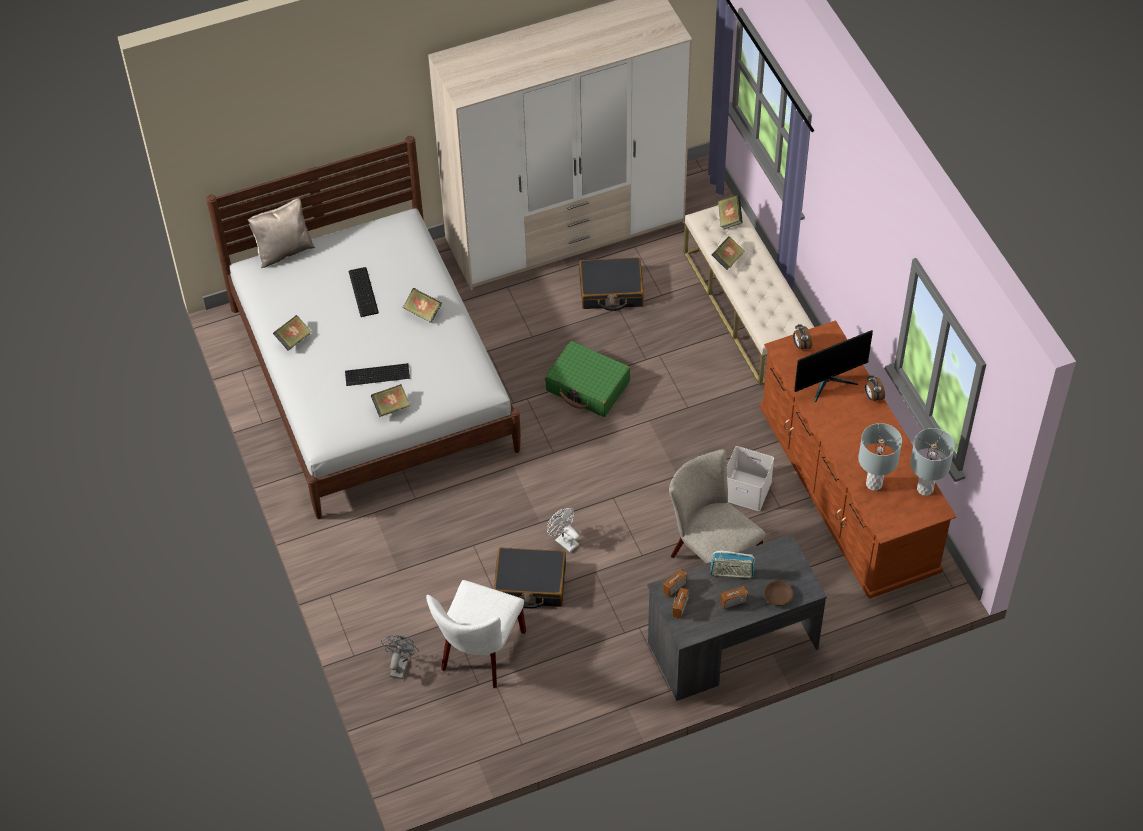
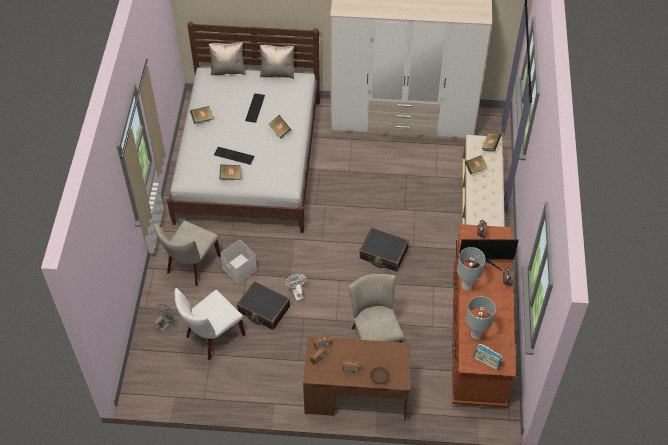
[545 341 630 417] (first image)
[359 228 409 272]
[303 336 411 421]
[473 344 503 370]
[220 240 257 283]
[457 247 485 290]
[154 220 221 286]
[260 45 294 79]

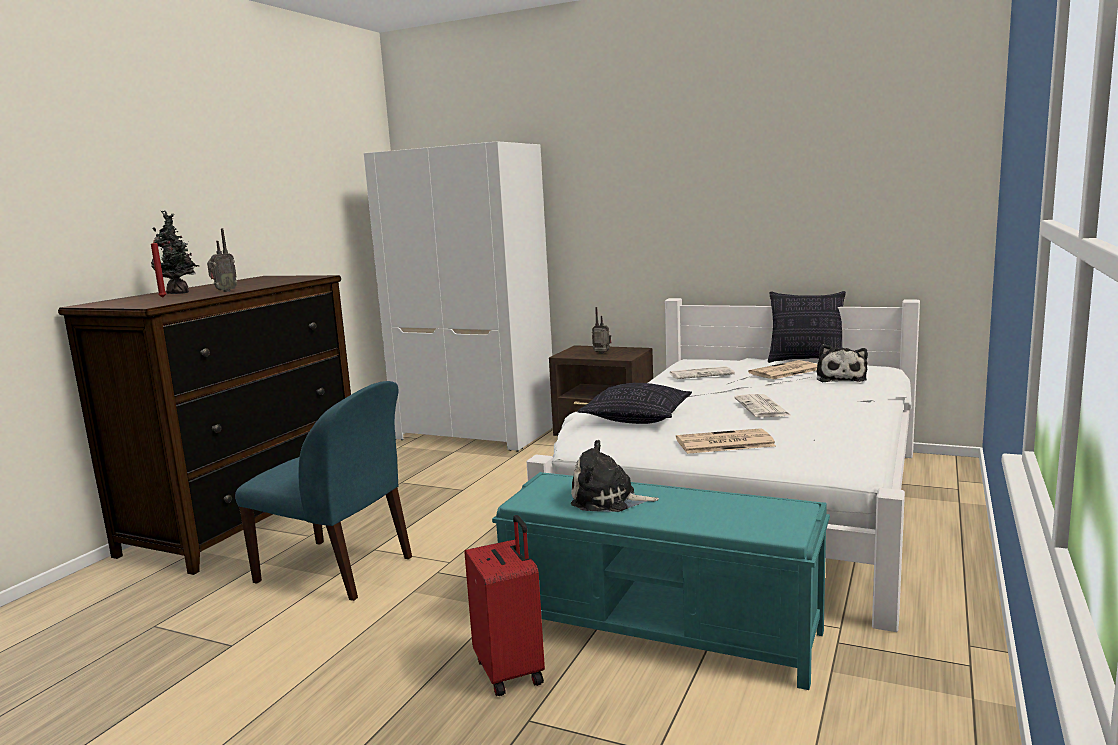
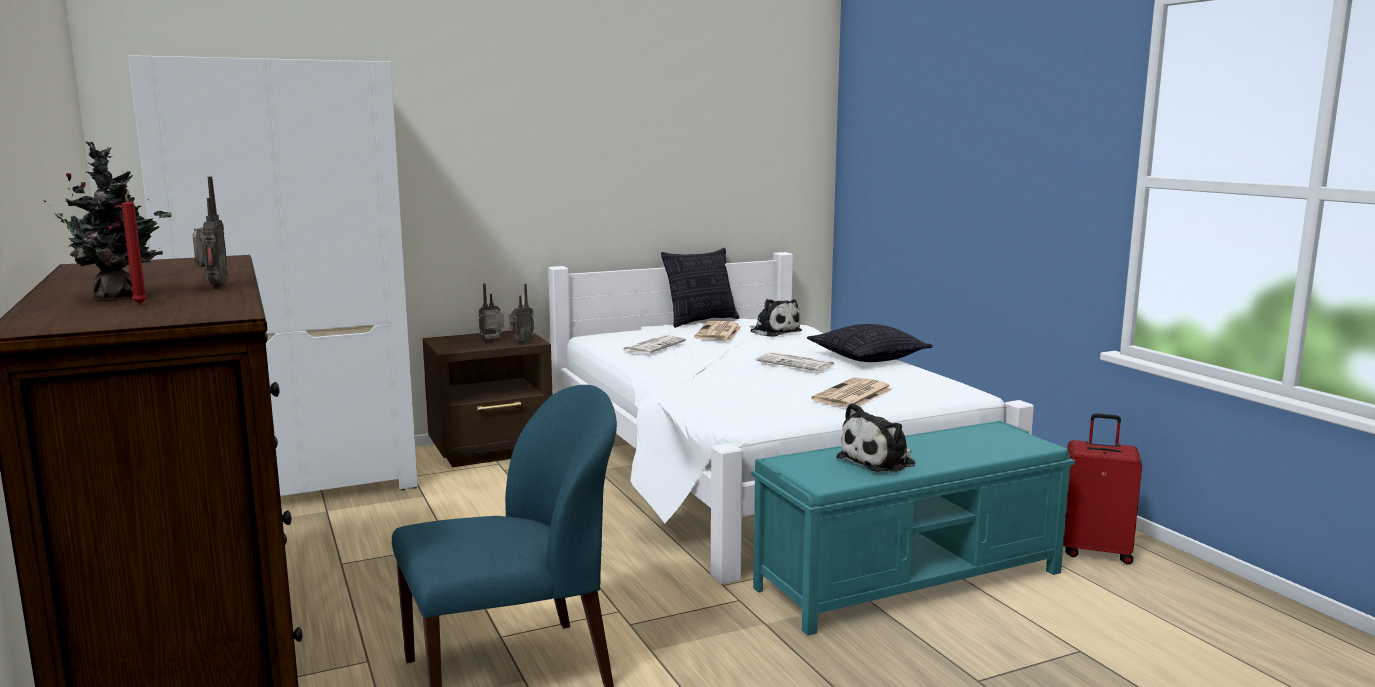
[1063 413 1142 565]
[807 324 933 362]
[509 284 534 344]

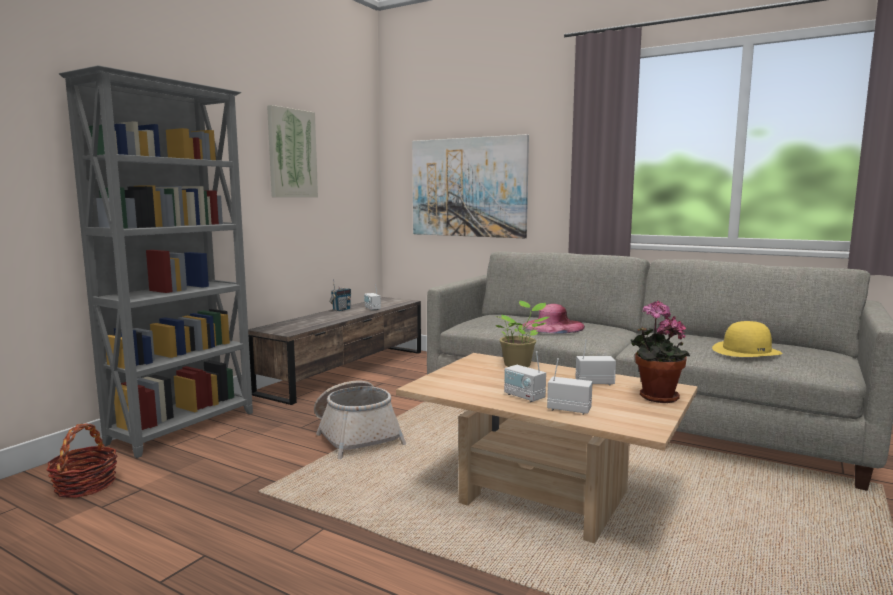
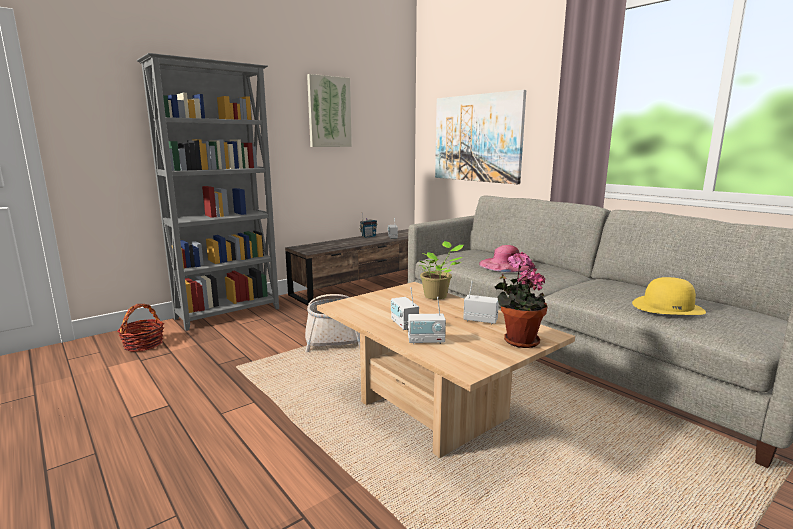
[408 297 446 344]

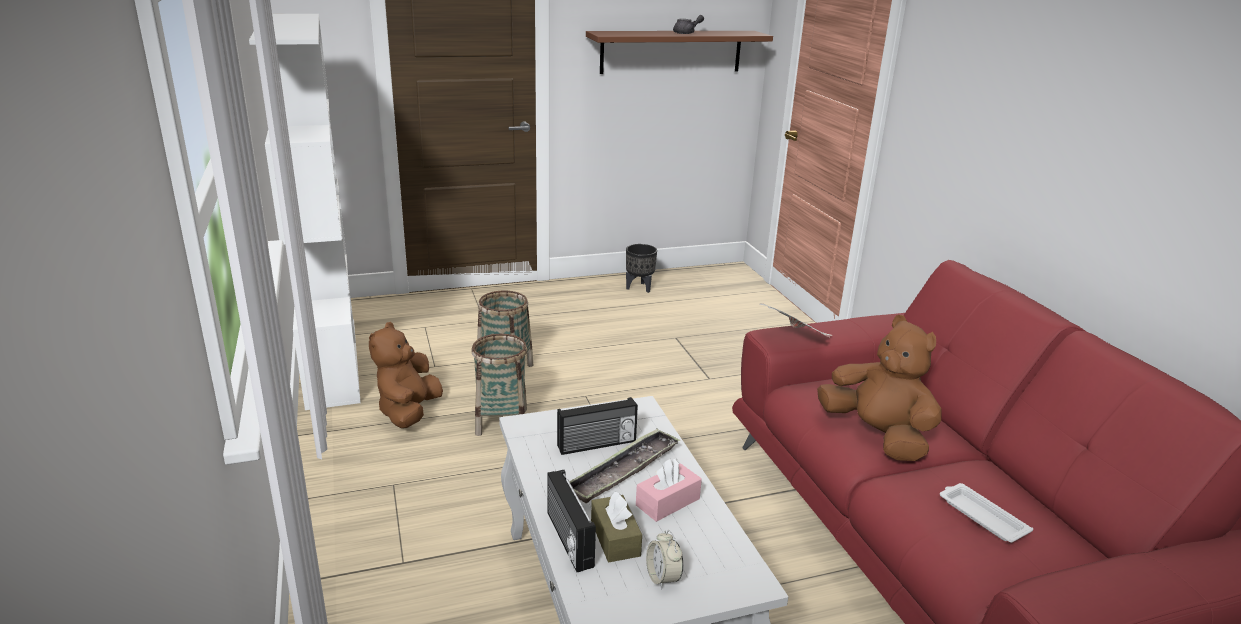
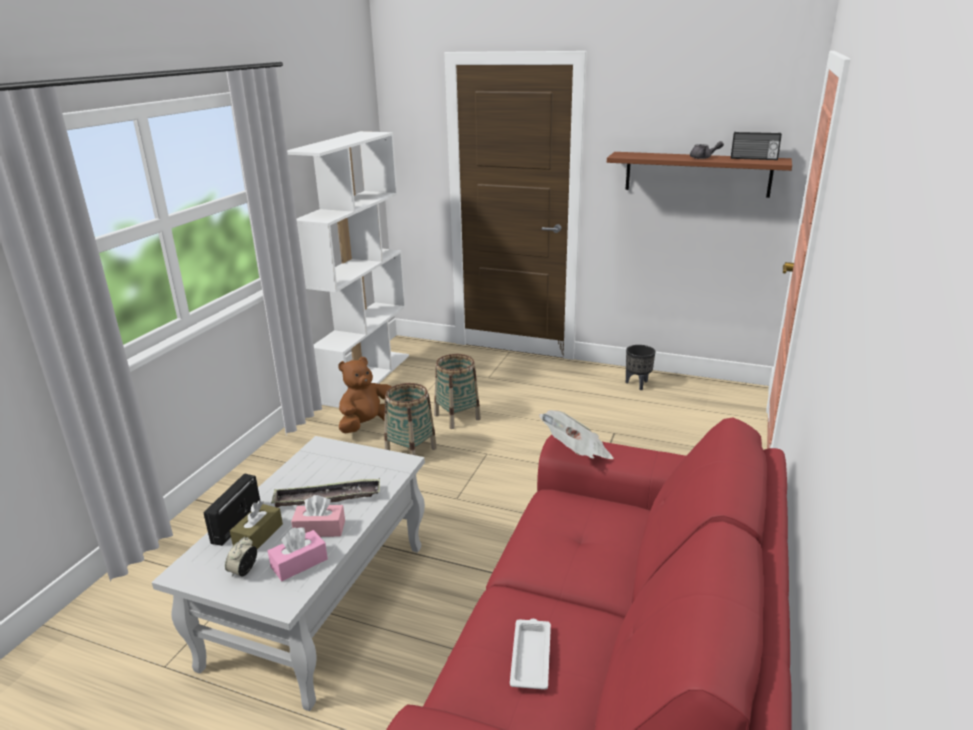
[731 132 782 160]
[817 315 942 461] (first image)
[268 527 328 581]

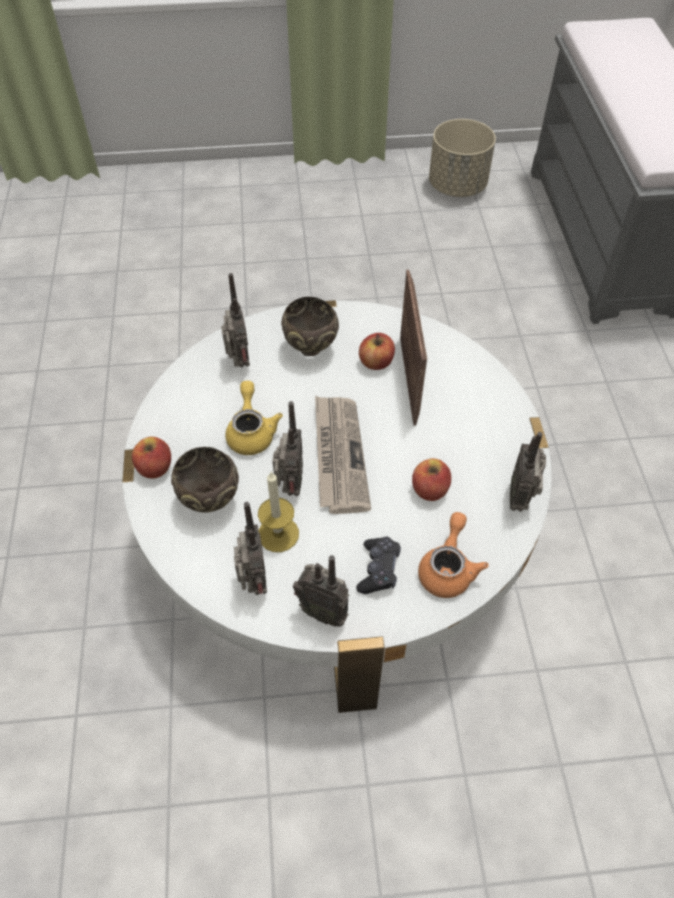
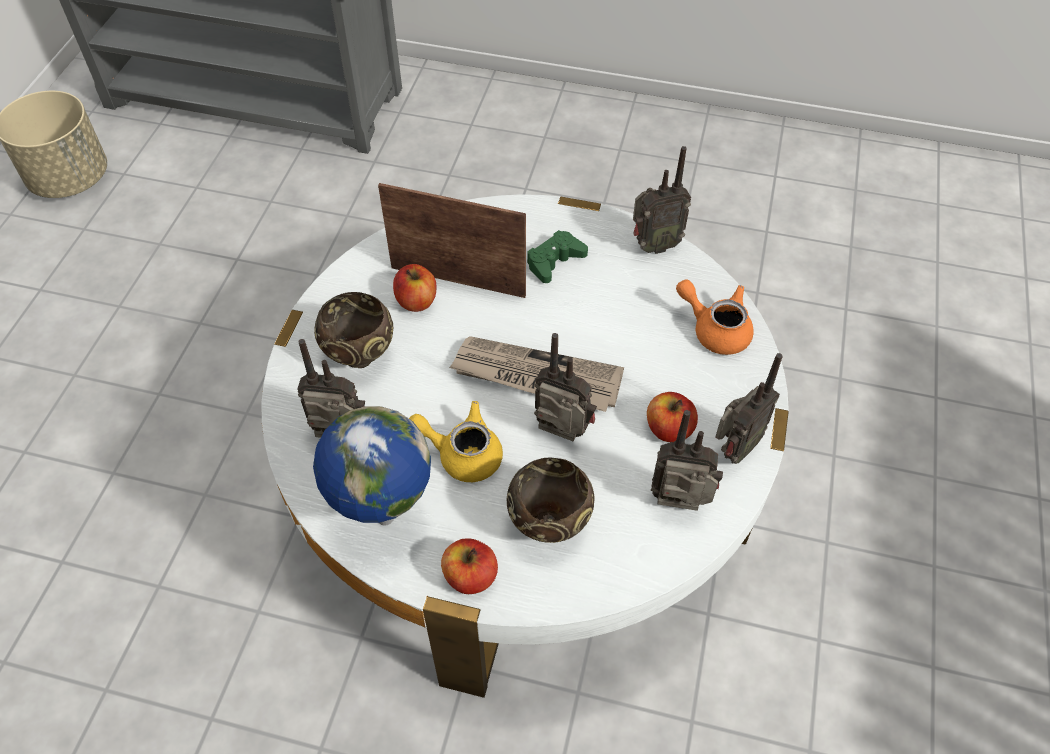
[258 472 299 552] (first image)
[356 537 401 594] (first image)
[647 392 698 442]
[633 146 691 254]
[313 406 431 526]
[527 230 588 283]

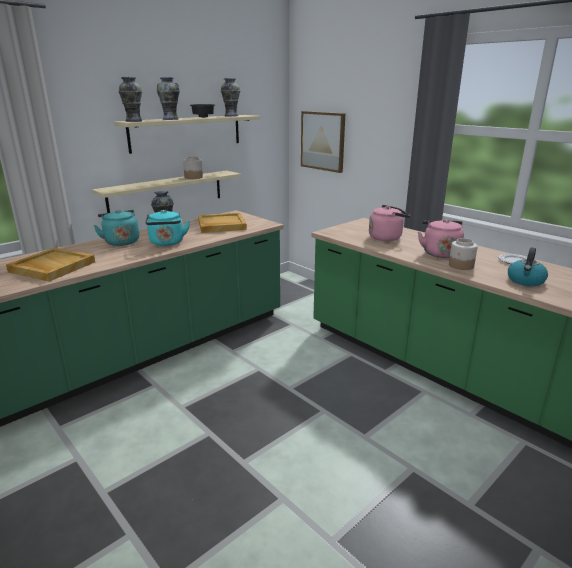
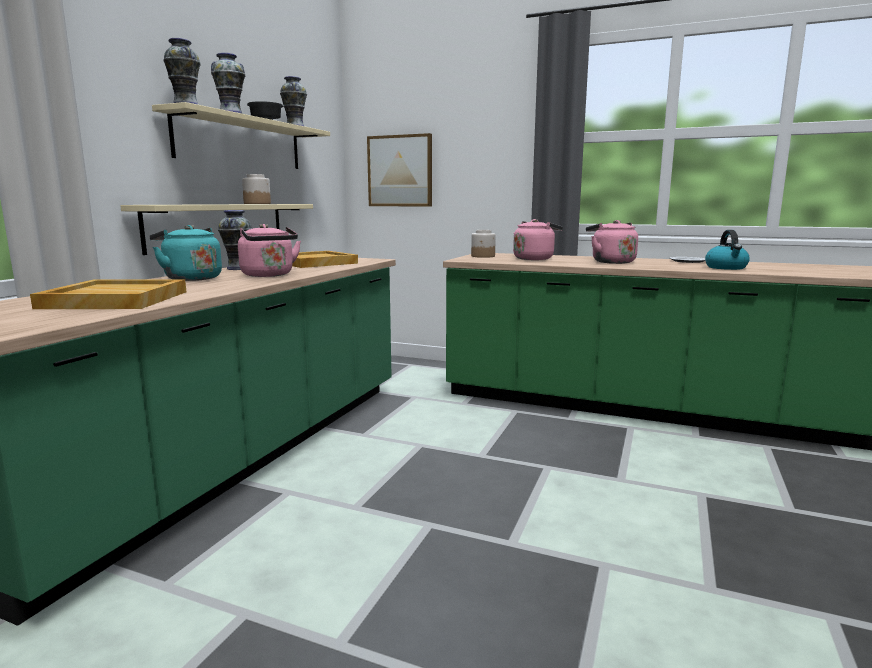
[238 224 301 277]
[471 230 496 258]

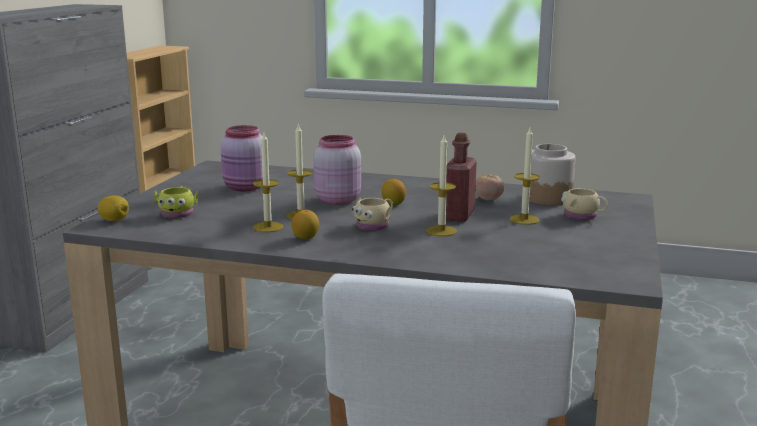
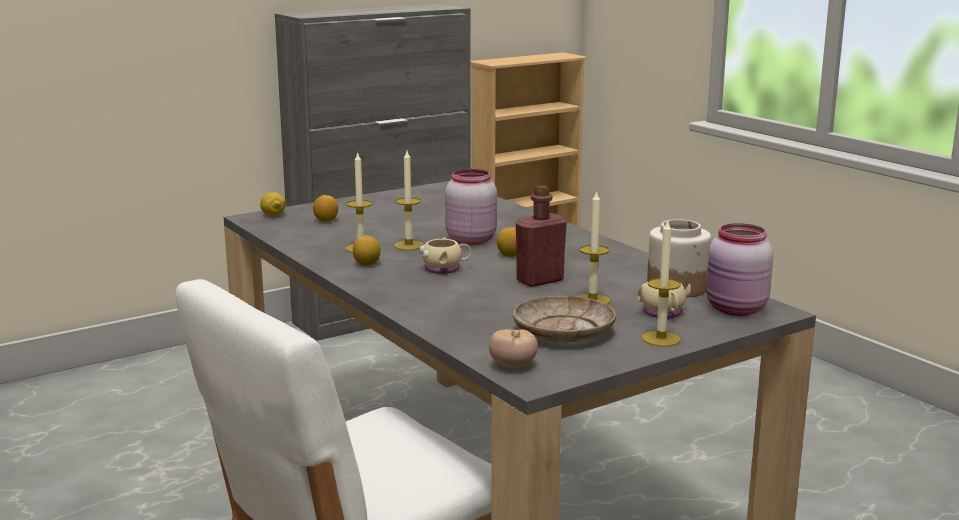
[313 195 338 222]
[706 223 773 316]
[642 220 681 347]
[489 328 538 368]
[513 296 616 342]

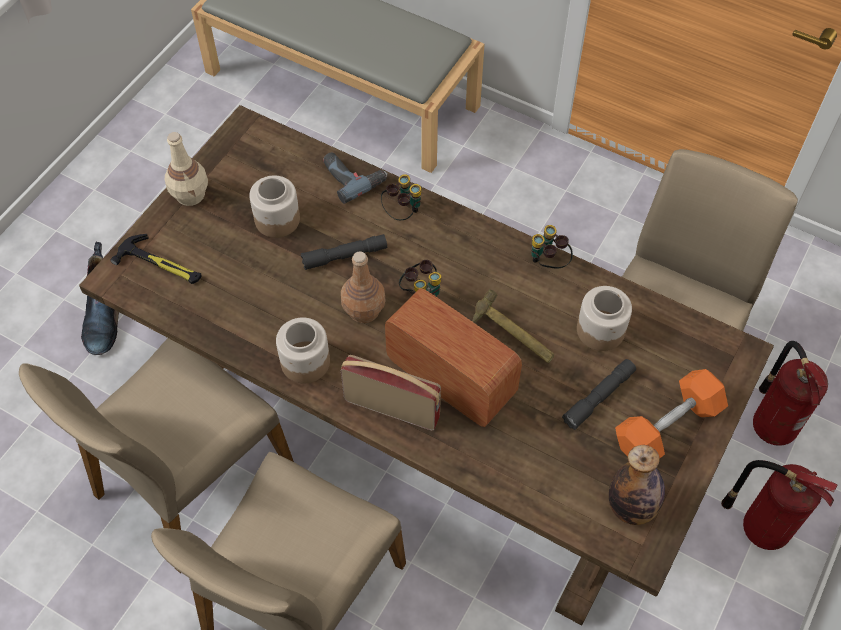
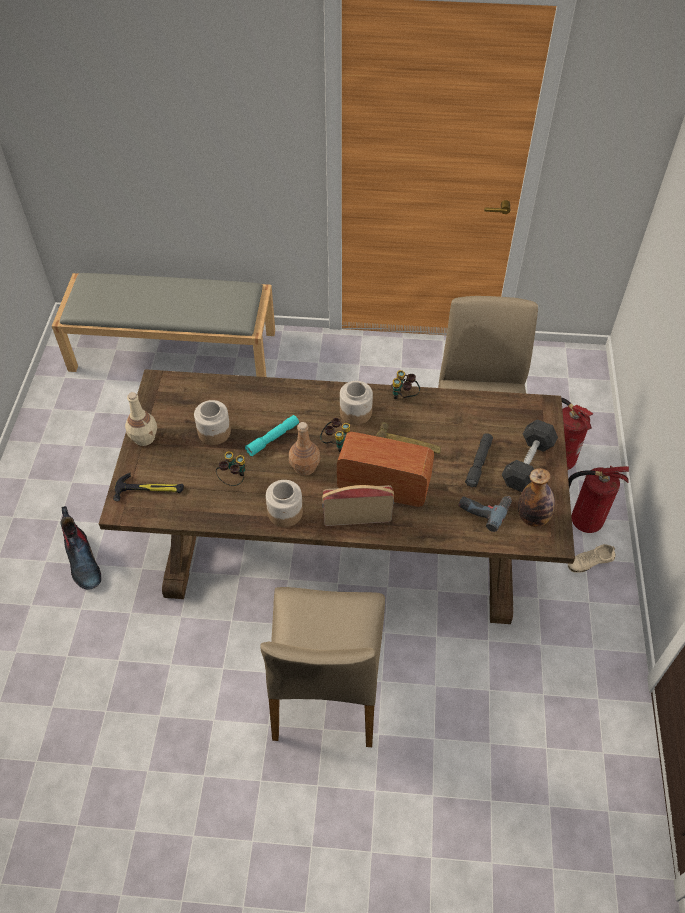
[19 338 294 573] (first image)
[245 415 299 456]
[459 496 512 532]
[216 451 245 486]
[340 381 373 425]
[502 419 558 492]
[568 544 616 573]

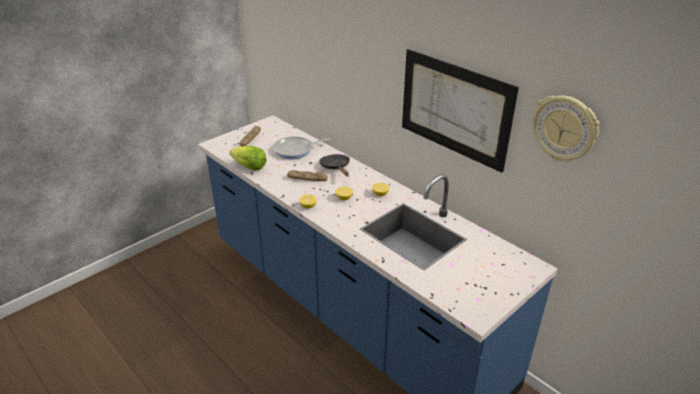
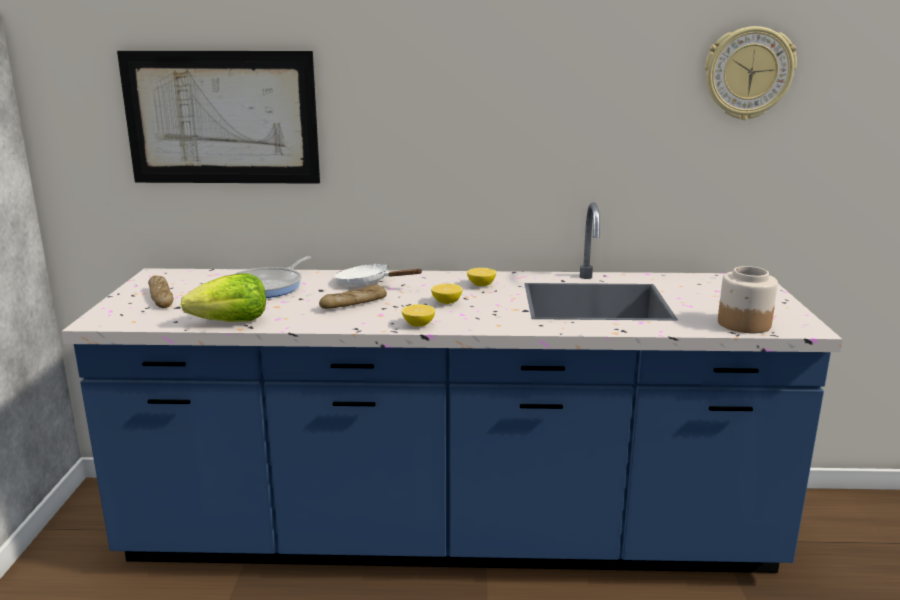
[335 264 423 285]
[117 51 320 184]
[718 266 778 333]

